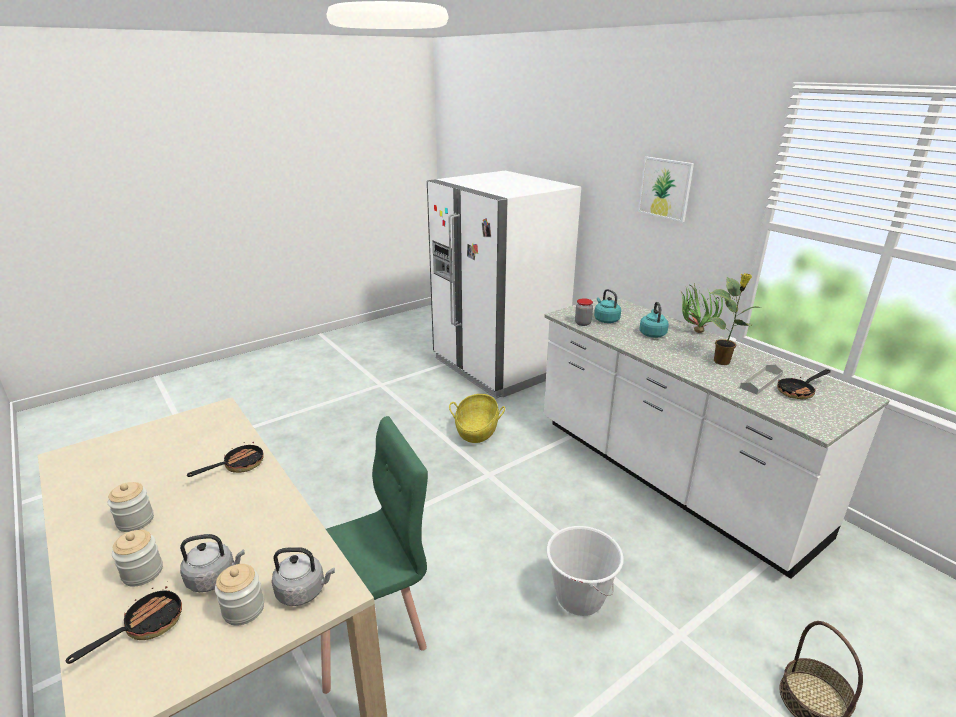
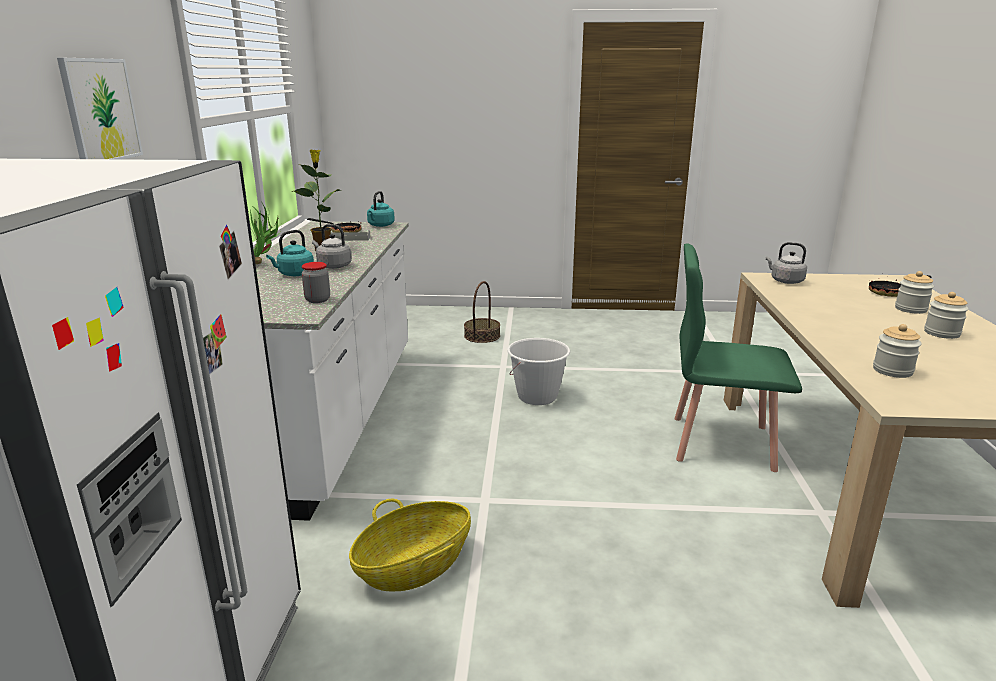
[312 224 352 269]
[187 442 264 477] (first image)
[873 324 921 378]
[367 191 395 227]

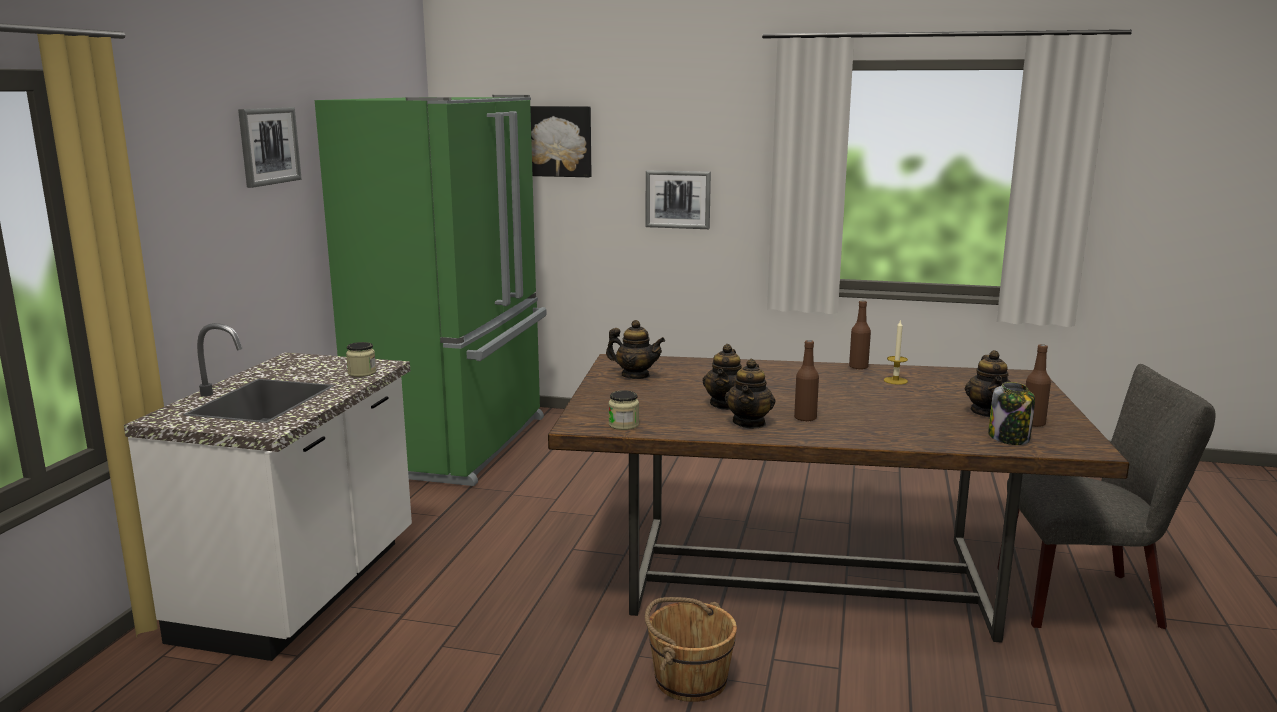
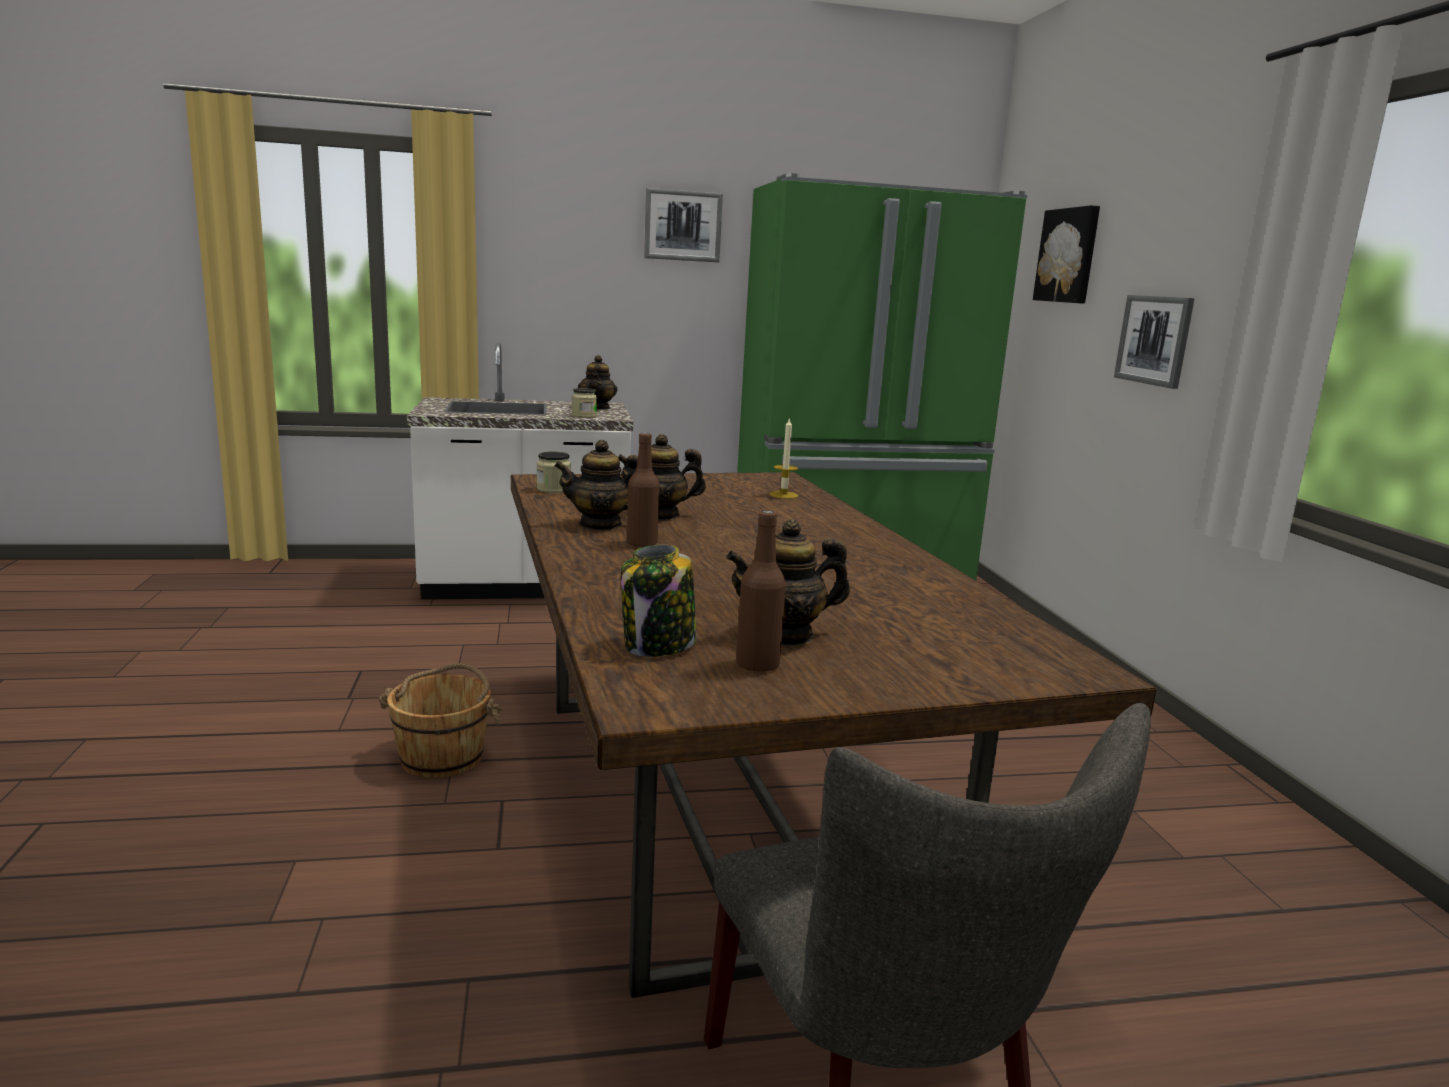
[578 355 617 410]
[849 300 871 370] (first image)
[769 417 798 499]

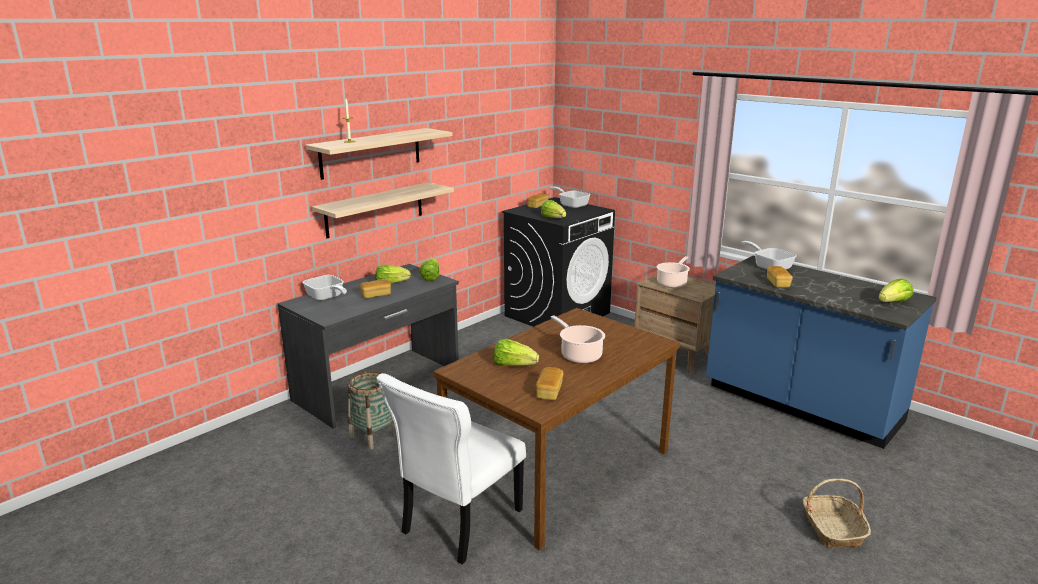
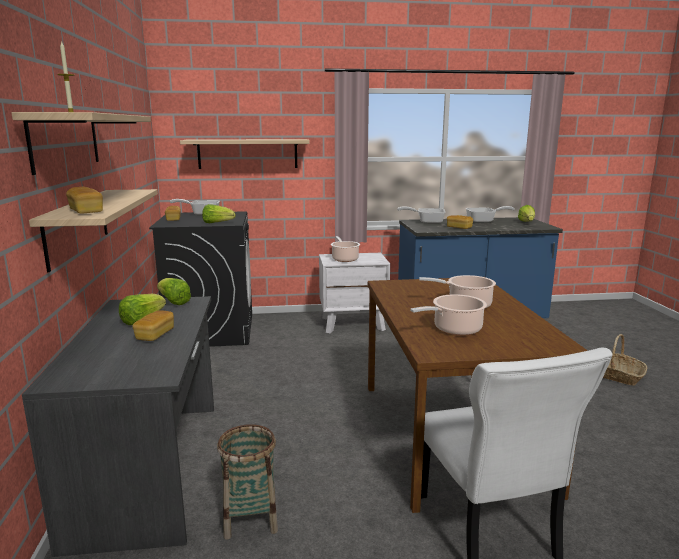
[466 206 515 223]
[410 294 487 335]
[66 187 103 213]
[319 253 390 333]
[180 139 310 169]

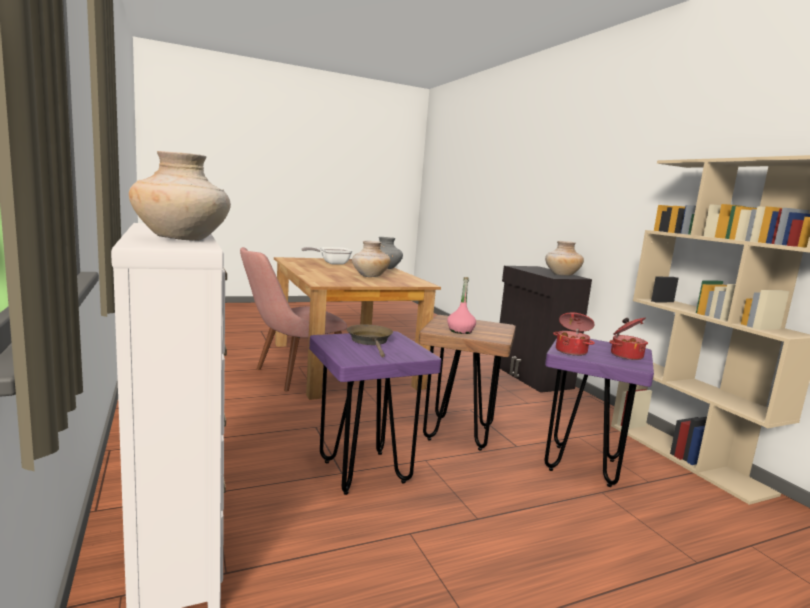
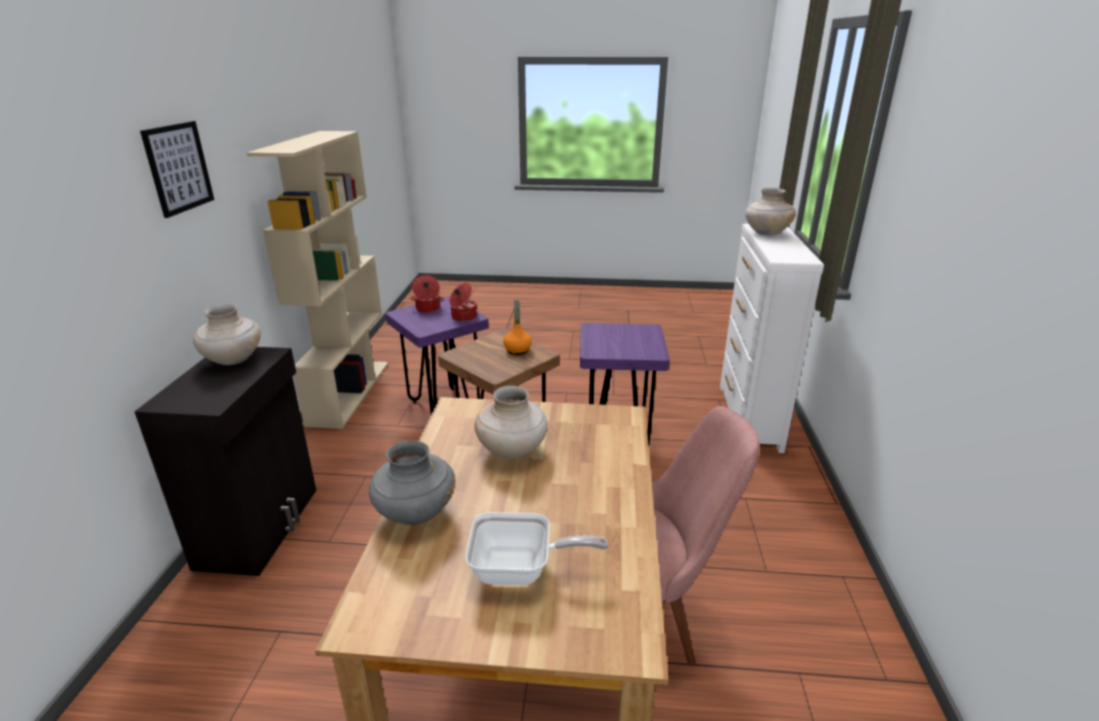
[347 324 393 358] (first image)
[503 298 532 355]
[140 121 214 218]

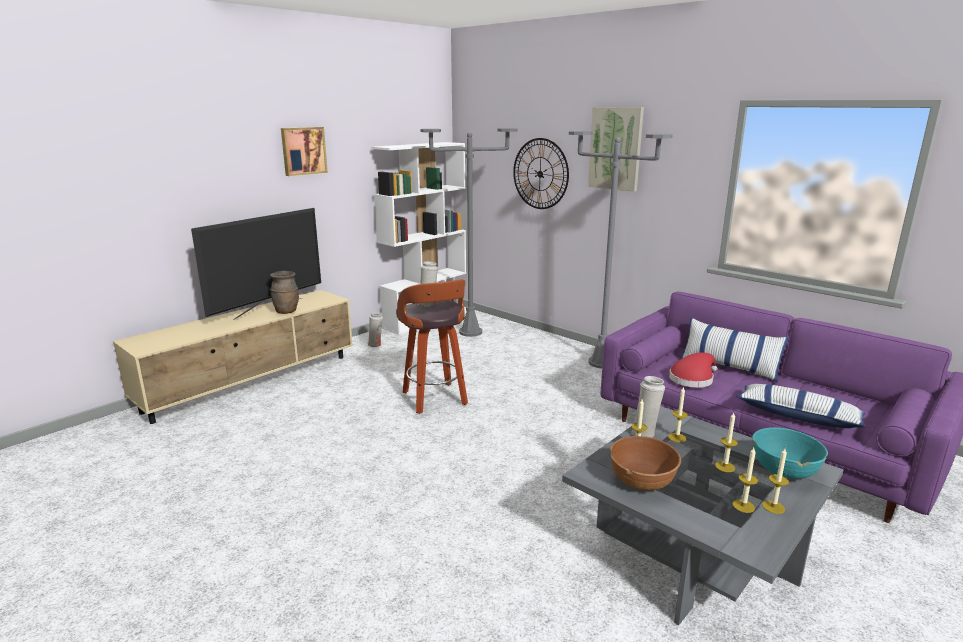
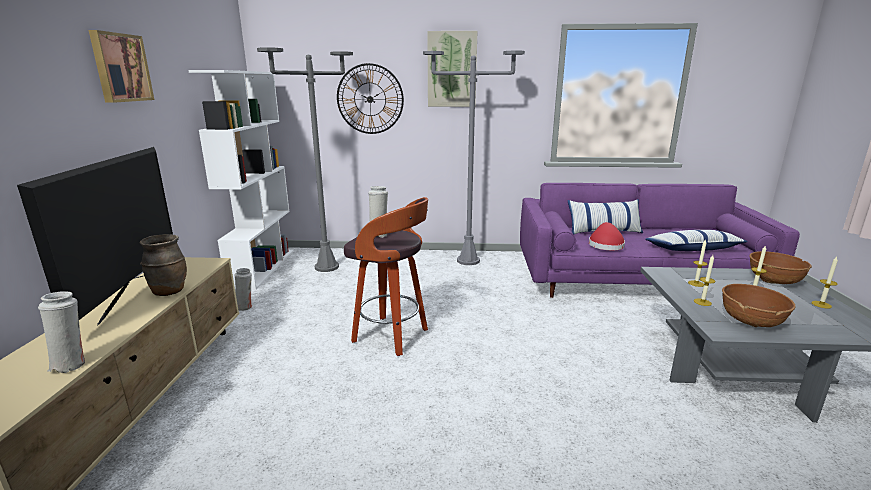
[38 291 85 373]
[732 448 758 513] (first image)
[749 251 812 284]

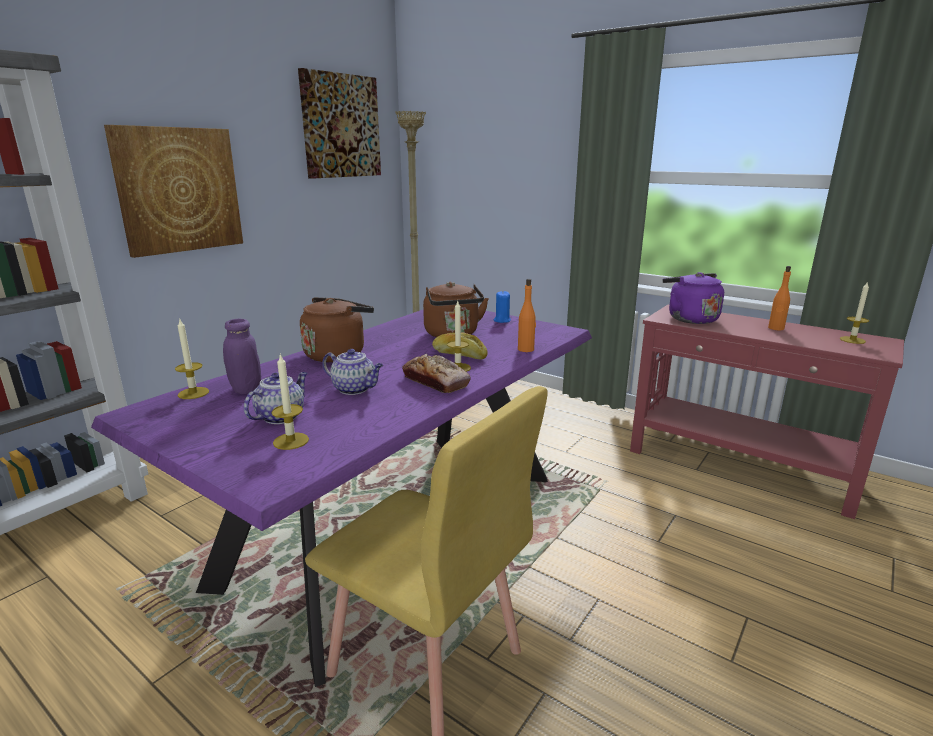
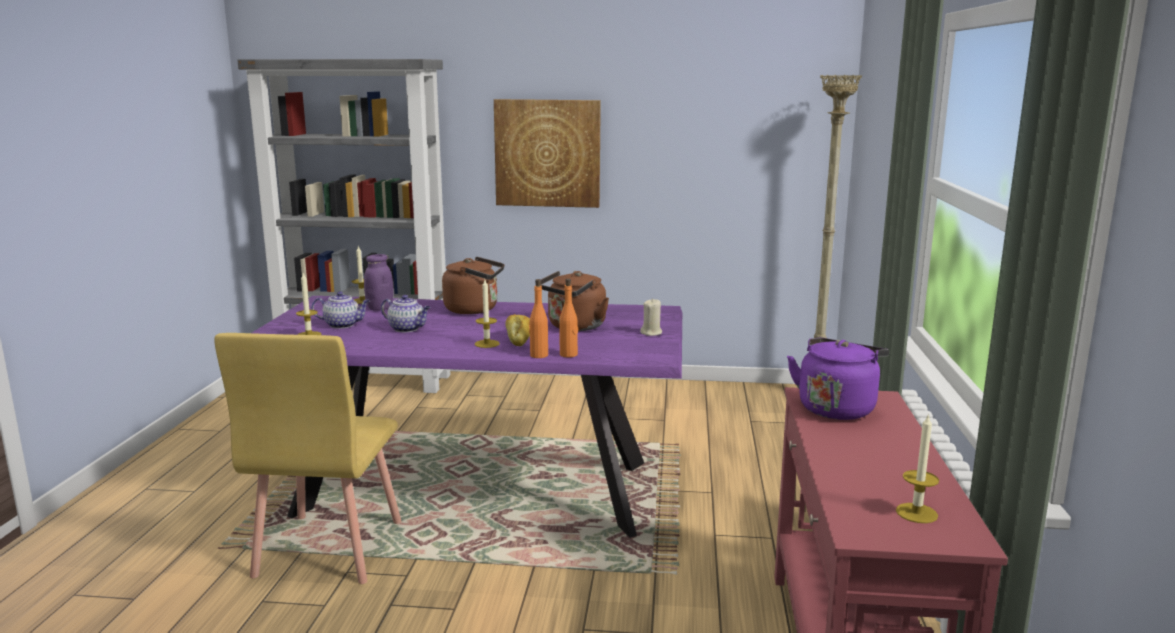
[298 68 381 179] (first image)
[381 295 430 332]
[402 354 471 393] (first image)
[640 298 662 336]
[529 279 548 358]

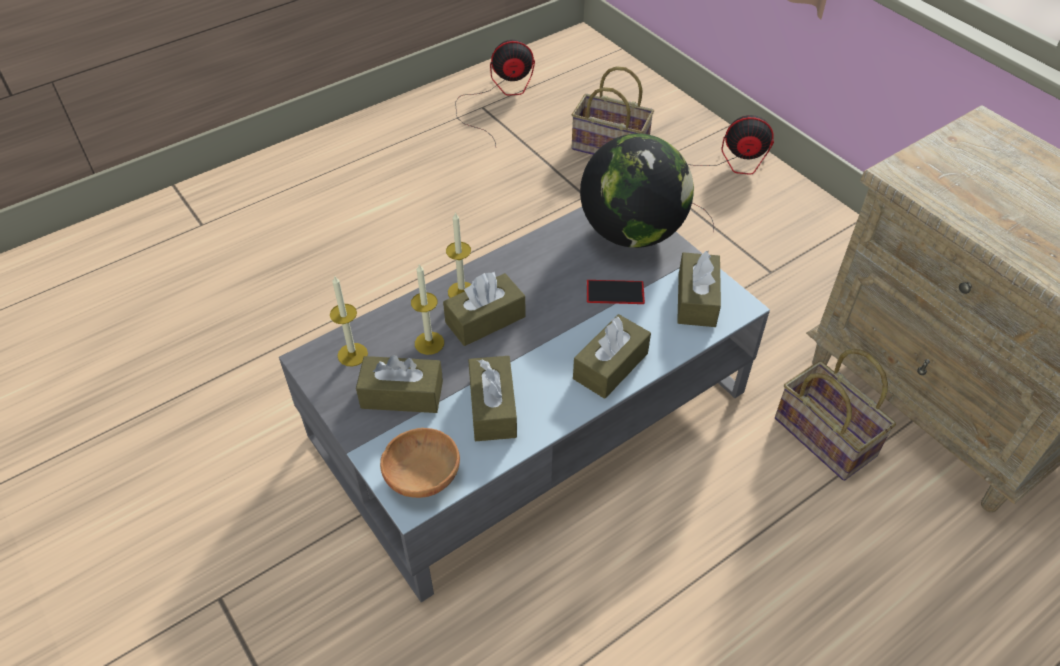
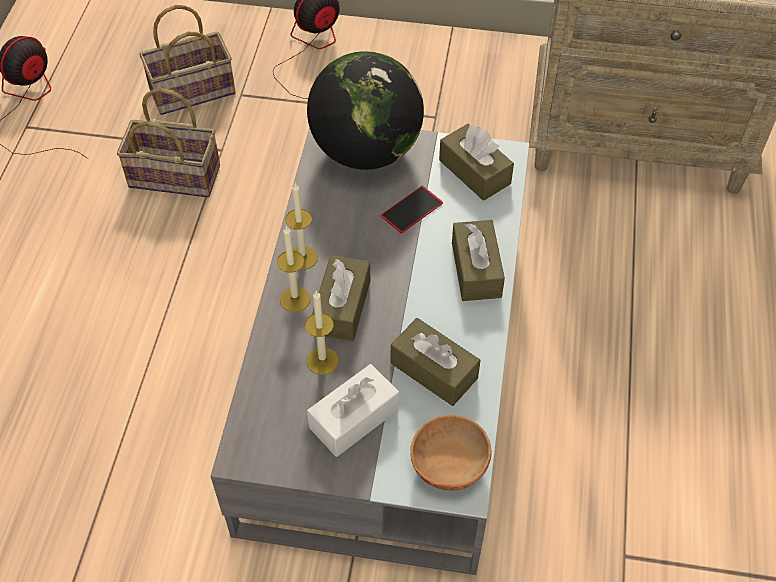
[285 184 318 270]
[307 364 399 457]
[117 88 220 197]

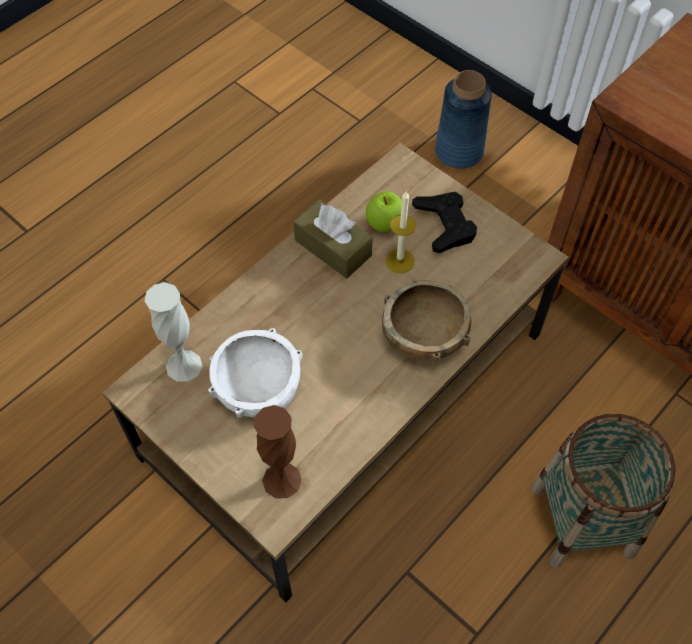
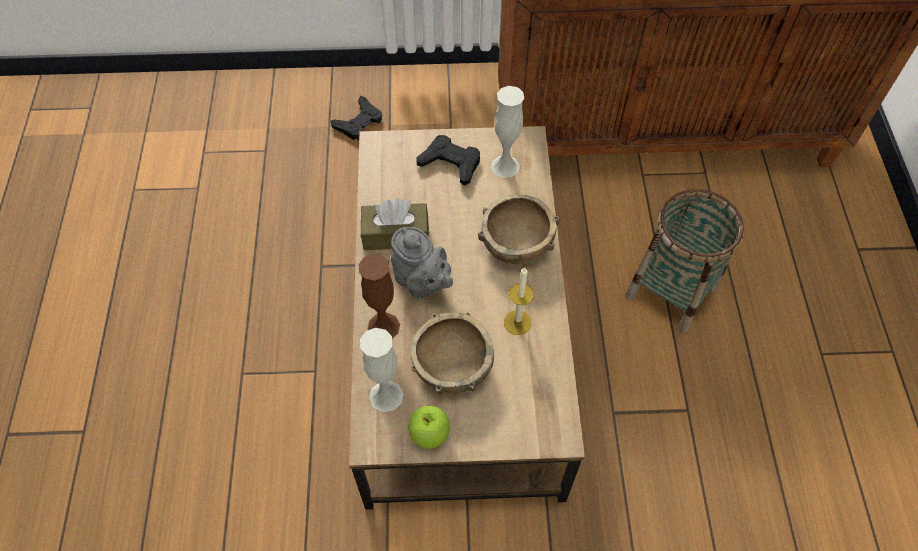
[411 312 494 395]
[359 254 400 338]
[408 406 450 449]
[504 267 534 335]
[330 96 382 140]
[391 227 453 299]
[491 86 524 178]

